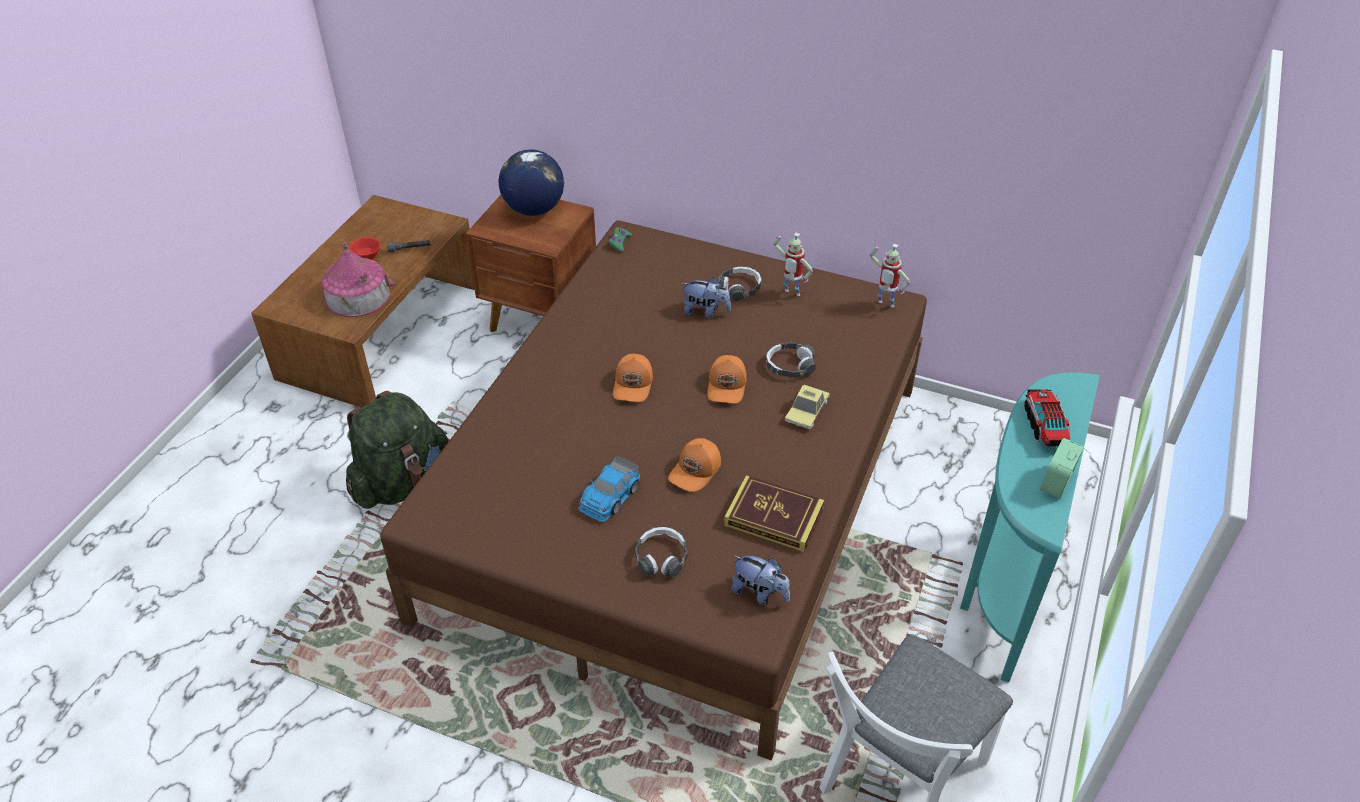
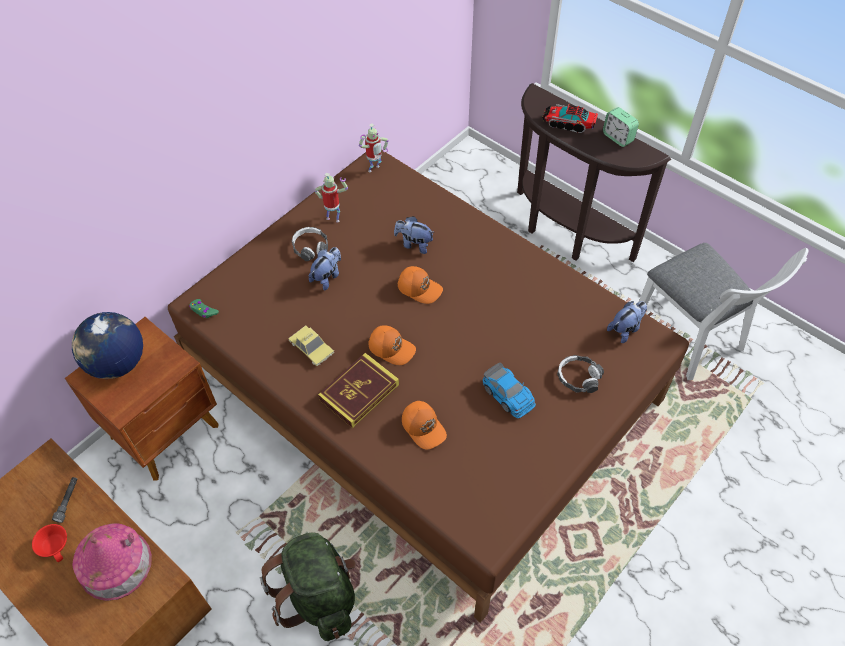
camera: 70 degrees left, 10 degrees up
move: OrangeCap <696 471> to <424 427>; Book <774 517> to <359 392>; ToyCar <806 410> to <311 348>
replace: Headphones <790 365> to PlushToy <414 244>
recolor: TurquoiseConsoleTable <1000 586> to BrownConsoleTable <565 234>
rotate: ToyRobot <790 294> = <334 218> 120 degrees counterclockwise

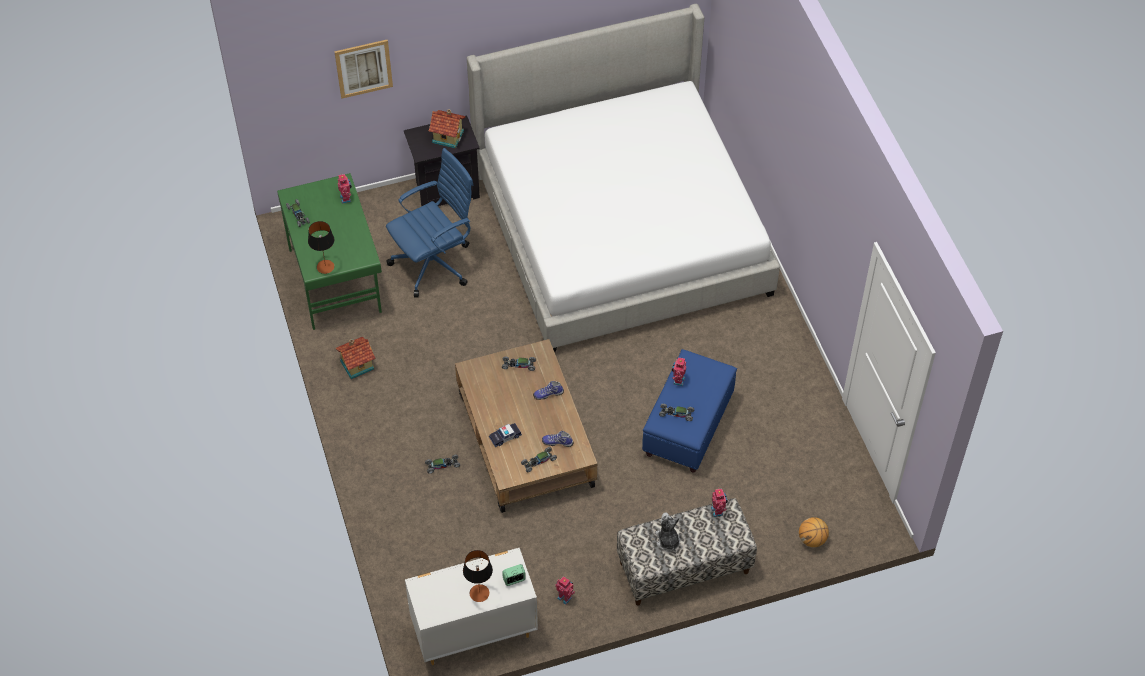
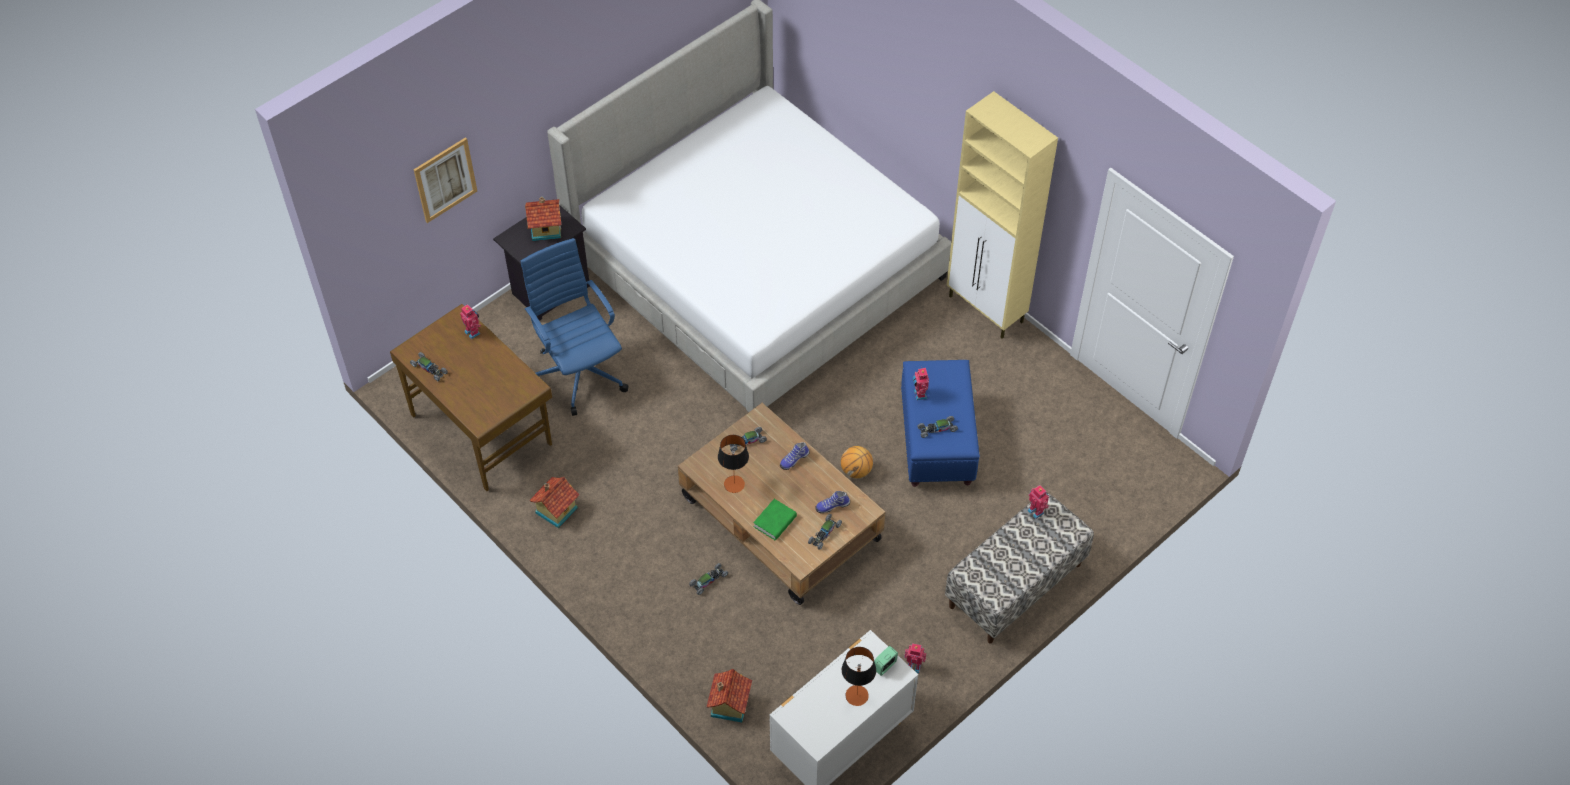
camera: 25 degrees left, 0 degrees up
delete: PlushToy <667 540>
insert: ToyHouse <728 705>; BeigeCabinet <986 310>
move: TableLamp <325 266> to <734 484>; Basketball <812 539> to <856 471>
replace: ToyCar <505 437> to GreenBook <775 522>
recolor: GreenDesk <335 279> to BrownDesk <481 428>
rotate: BlueOfficeChair <434 263> = <580 371> 60 degrees counterclockwise

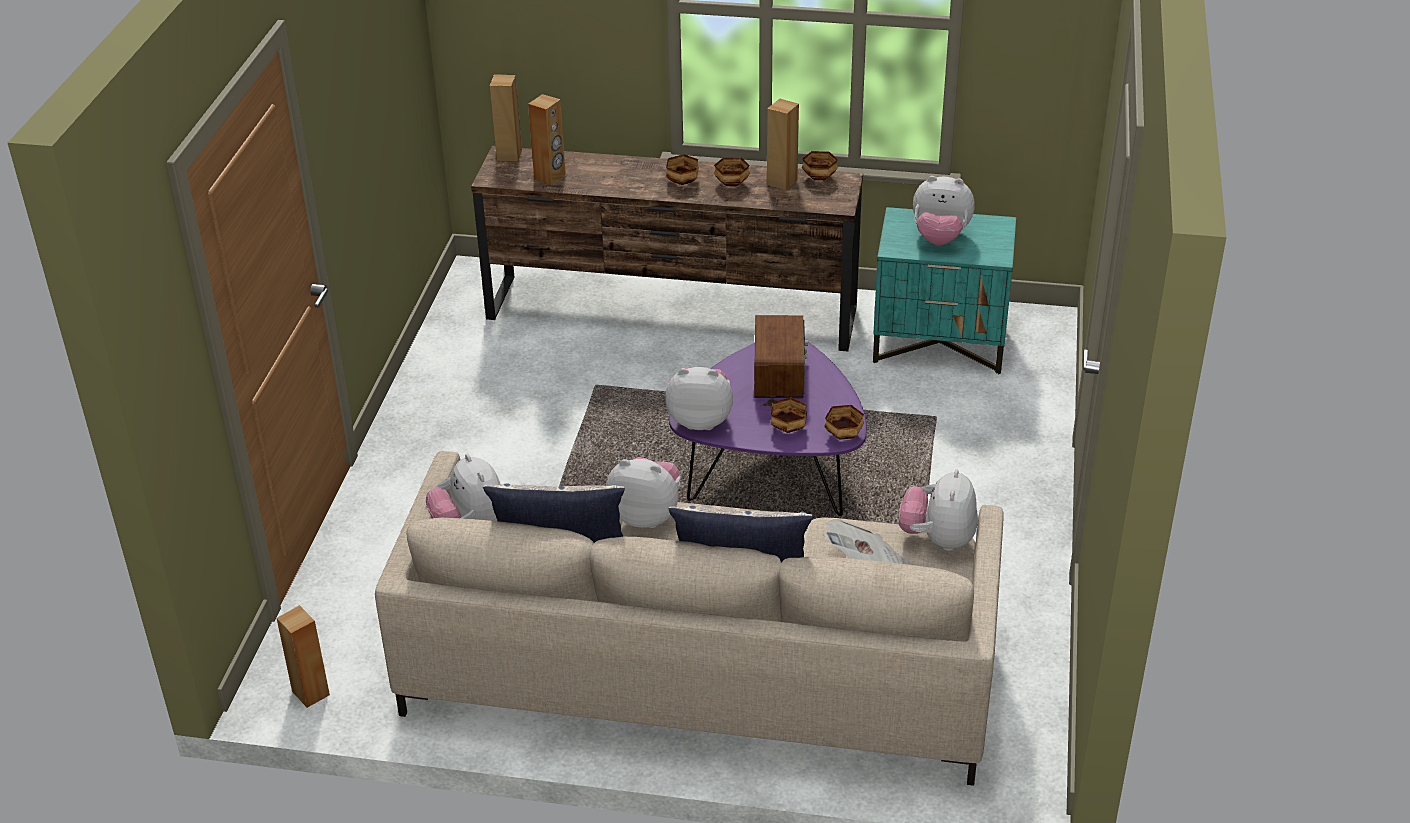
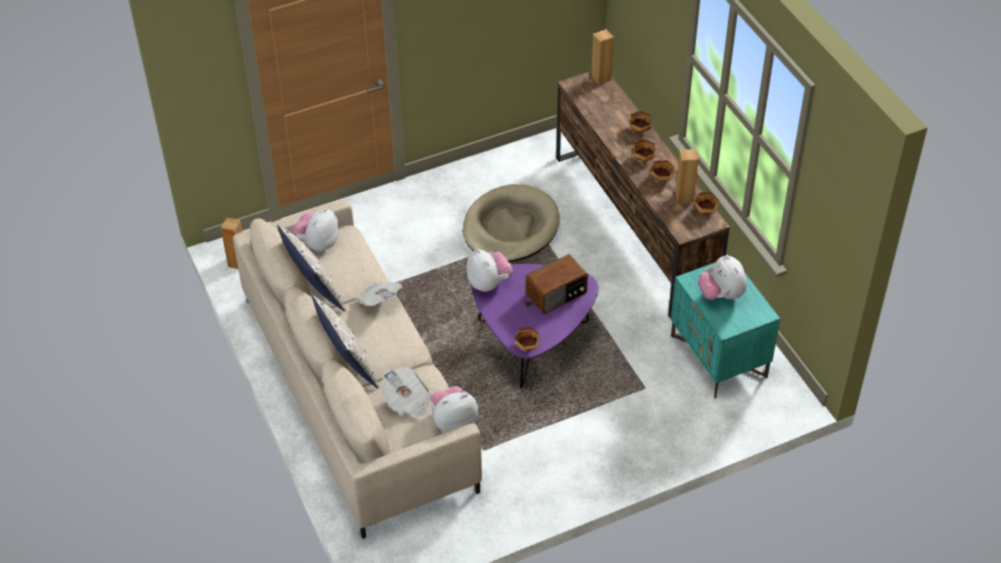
camera: 55 degrees right, 10 degrees up
delete: BrownSpeaker <550 177>
insert: BeigeDogBed <510 228>
move: Bowl <789 428> to <639 129>
replace: PlushToy <646 515> to Newspaper <379 300>

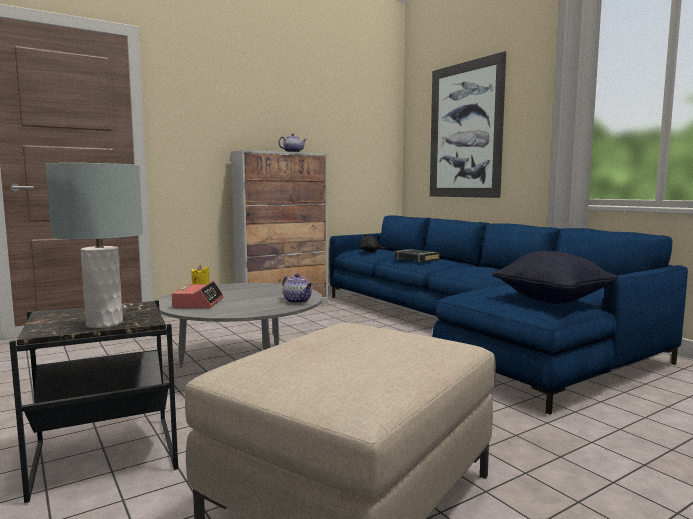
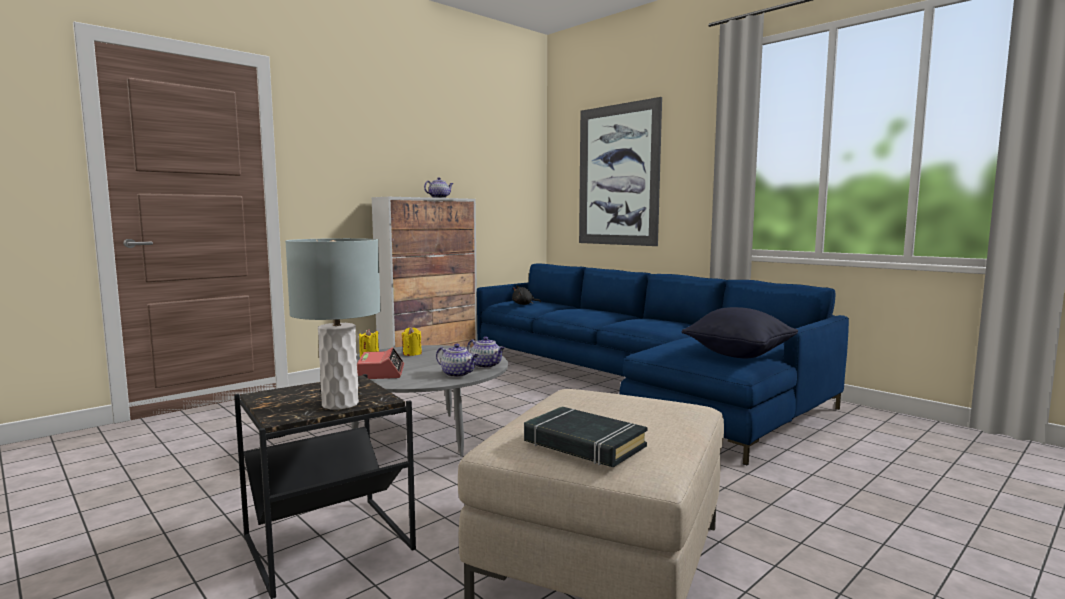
camera: 10 degrees left, 0 degrees up
insert: YellowCandle <412 353>; Teapot <458 374>
move: BlackBook <416 259> to <583 444>

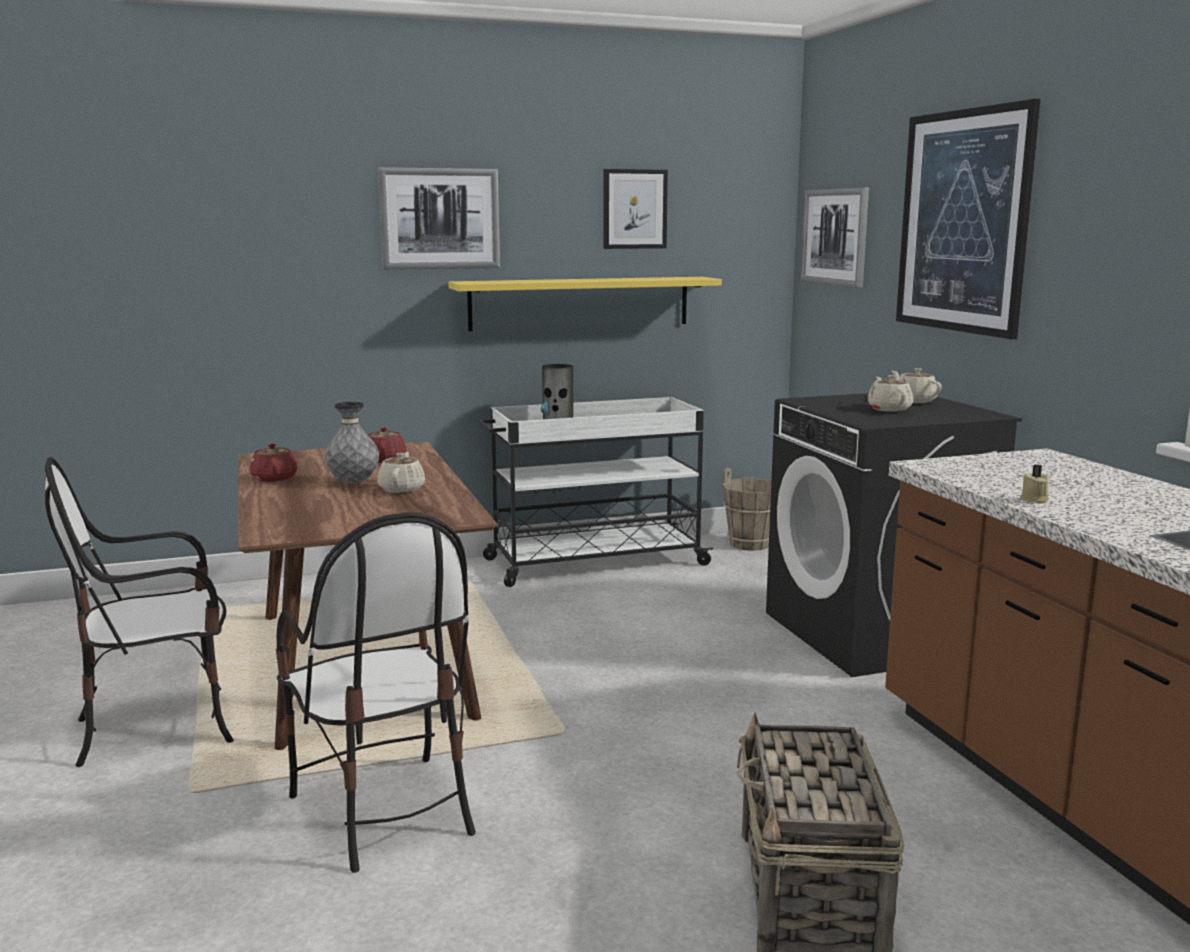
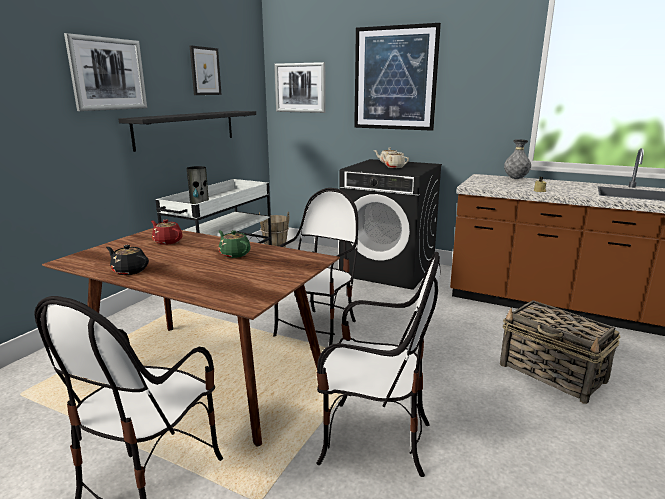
camera: 45 degrees left, 5 degrees up
insert: Chair <318 330>
move: GreyVase <353 483> to <515 179>
recolor: RedTeapot <274 478> to BlackTeapot <129 270>; BeigeTeapot <402 489> to GreenTeapot <234 254>; YellowShelf <580 303> to BlackShelf <186 129>

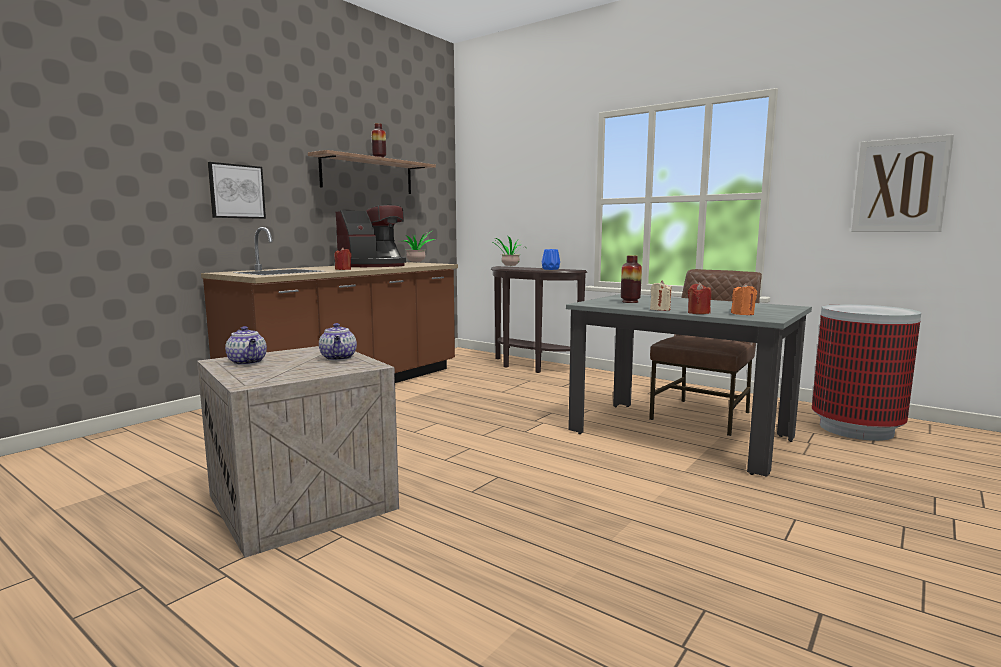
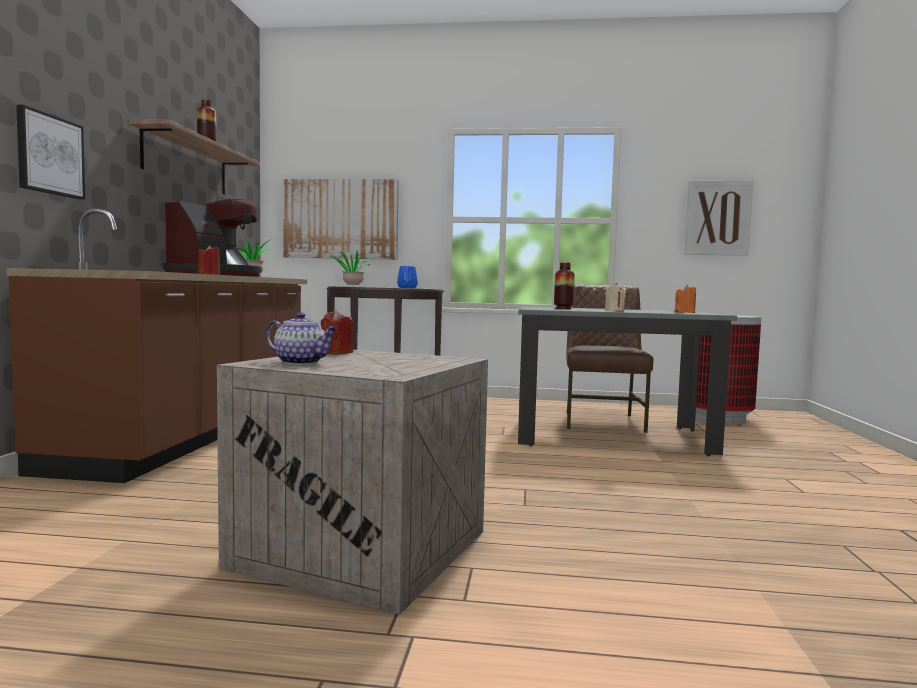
camera: 30 degrees left, 5 degrees down
delete: Teapot <339 358>
insert: Picture <340 219>
move: RedCandle <698 313> to <337 353>

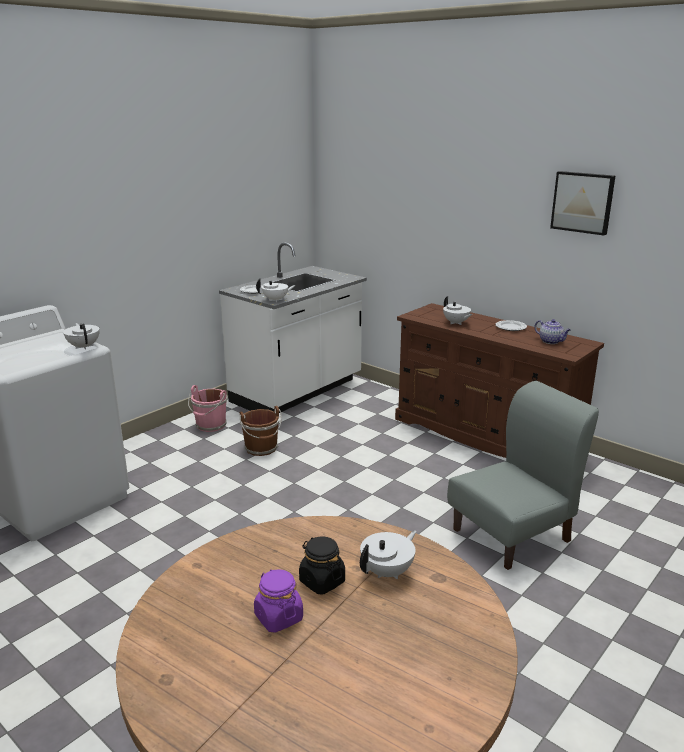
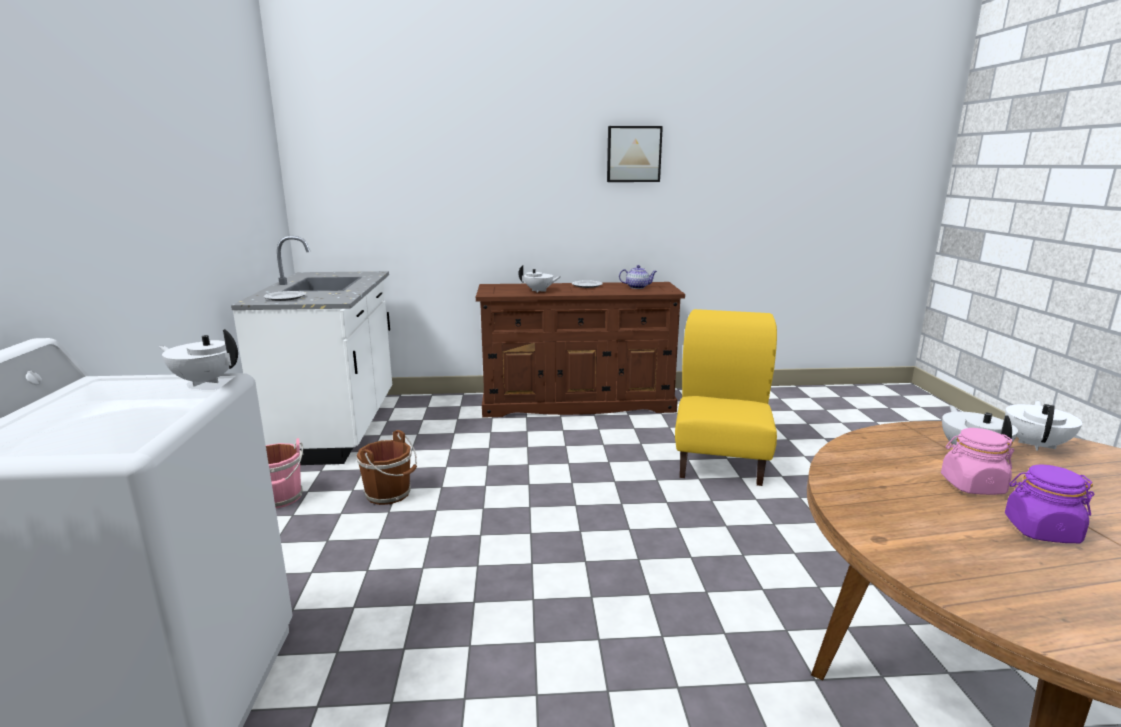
camera: 45 degrees left, 5 degrees down
move: WhiteTeapot <276 300> to <1036 445>
recolor: BlackJar <322 581> to PinkJar <972 485>; GreyChair <512 535> to YellowChair <721 461>

